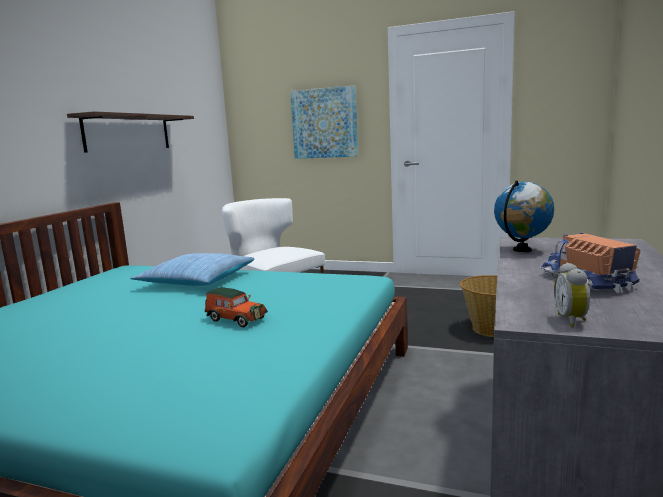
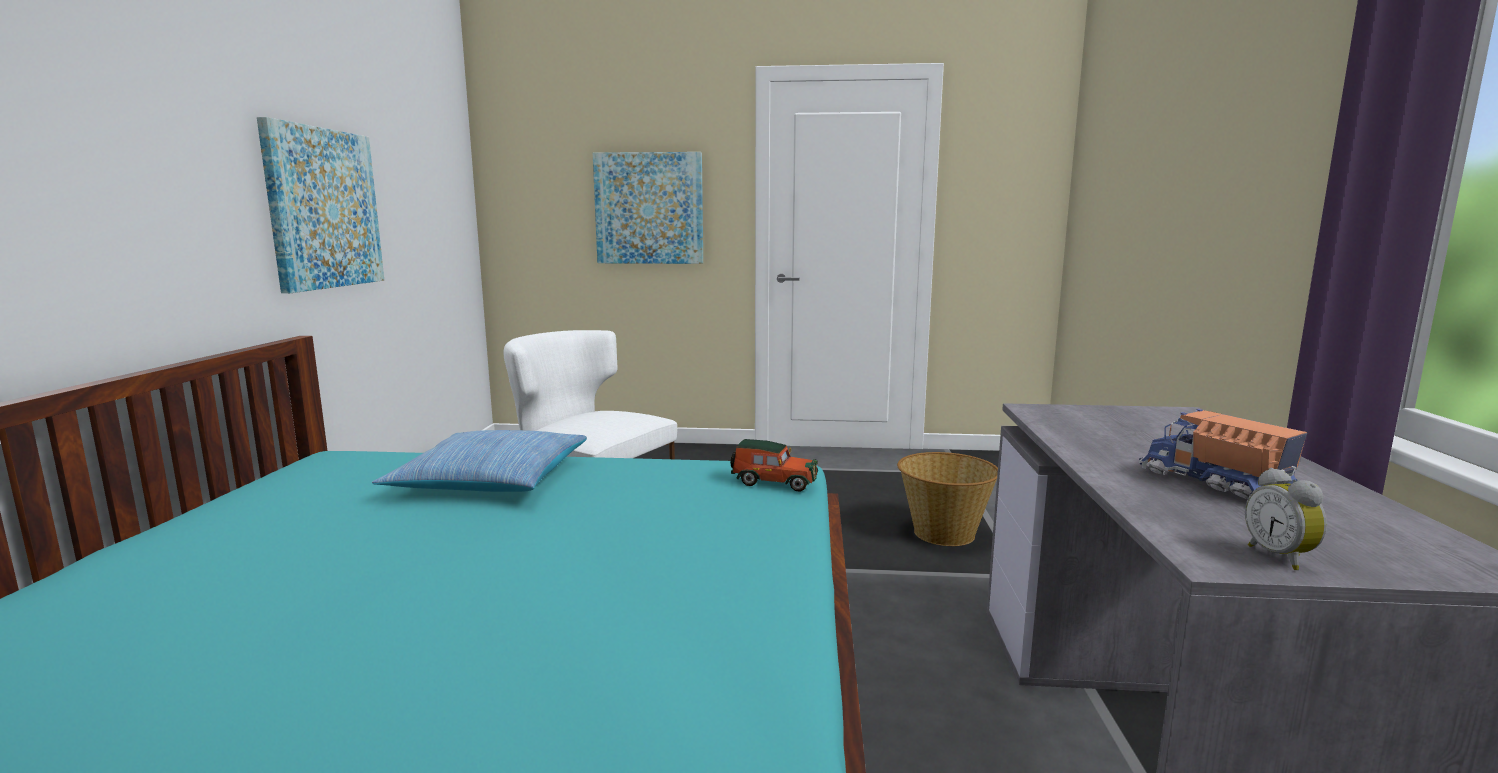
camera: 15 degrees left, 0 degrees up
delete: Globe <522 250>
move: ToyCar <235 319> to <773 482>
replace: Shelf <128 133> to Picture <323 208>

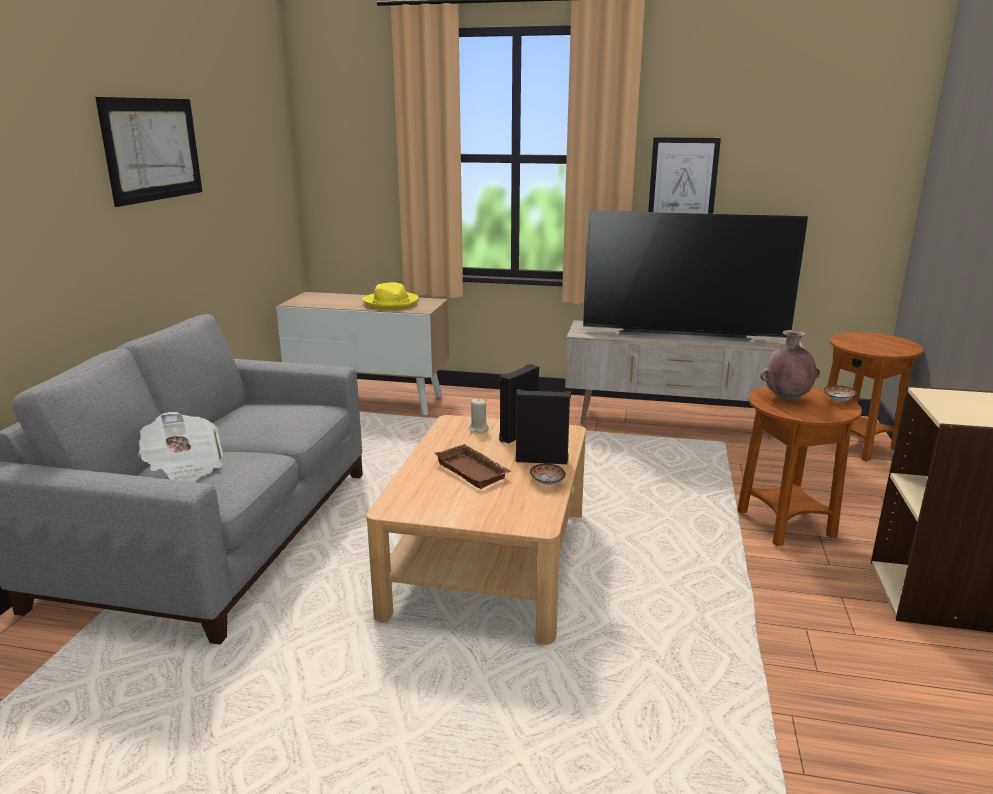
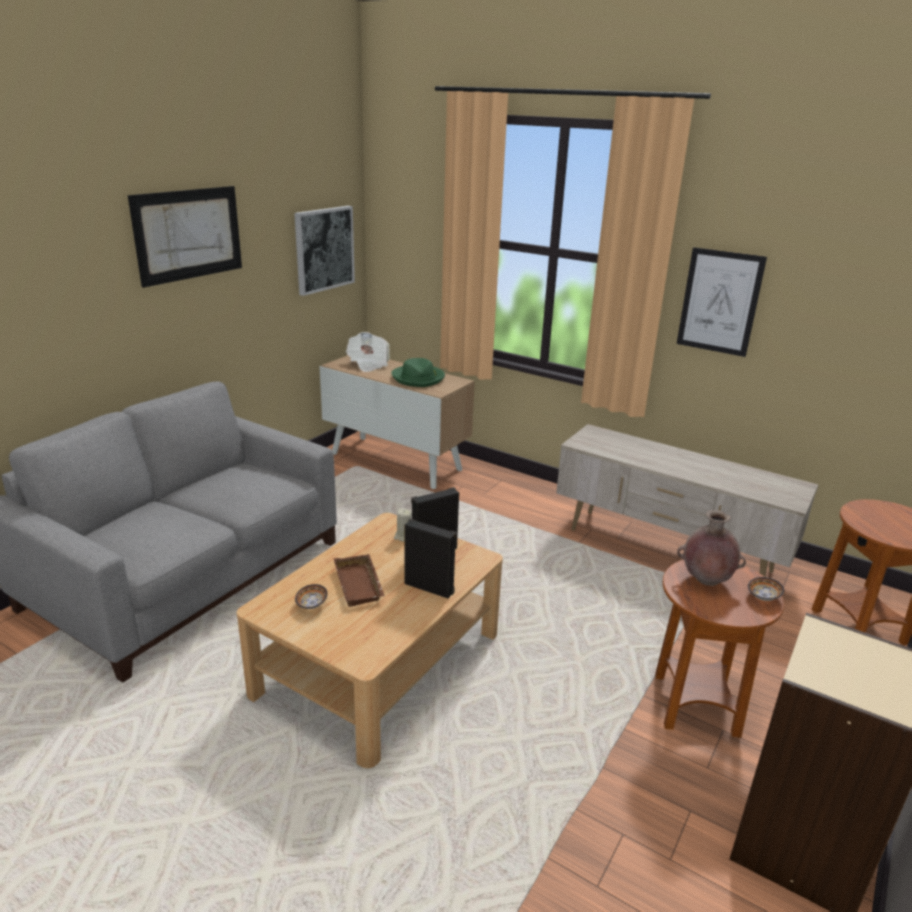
camera: 20 degrees right, 5 degrees up
delete: Television <683 334>
insert: Picture <324 249>
move: Newspaper <184 468> to <368 364>; Bowl <547 483> to <311 604>
recolor: YellowHat <391 303> to GreenHat <418 378>

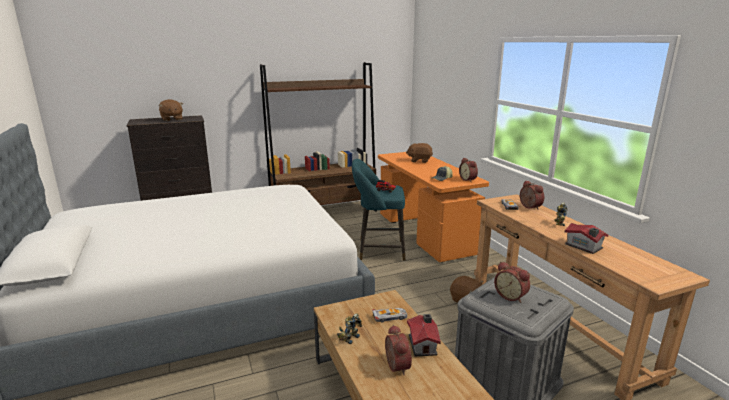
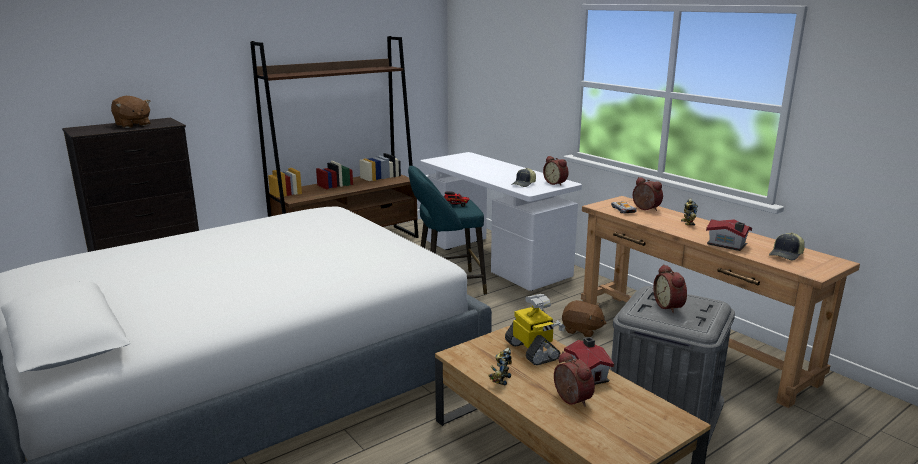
camera: 15 degrees left, 0 degrees up
delete: BrownPlushToy <419 160>
insert: Cap <786 255>
replace: ToyCar <389 317> to ToyRobot <533 351>
recolor: OrangeDesk <424 233> to WhiteDesk <494 258>
rotate: AlarmClock <511 296> = <670 306> 45 degrees clockwise

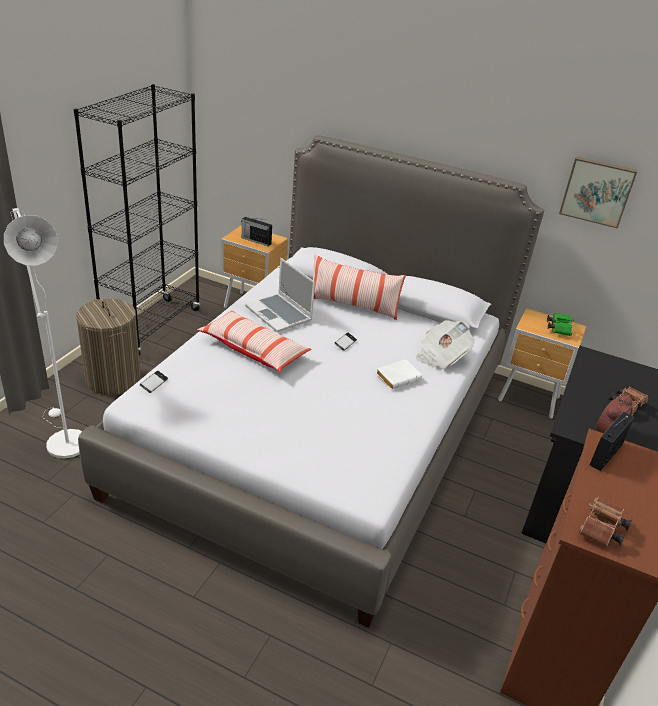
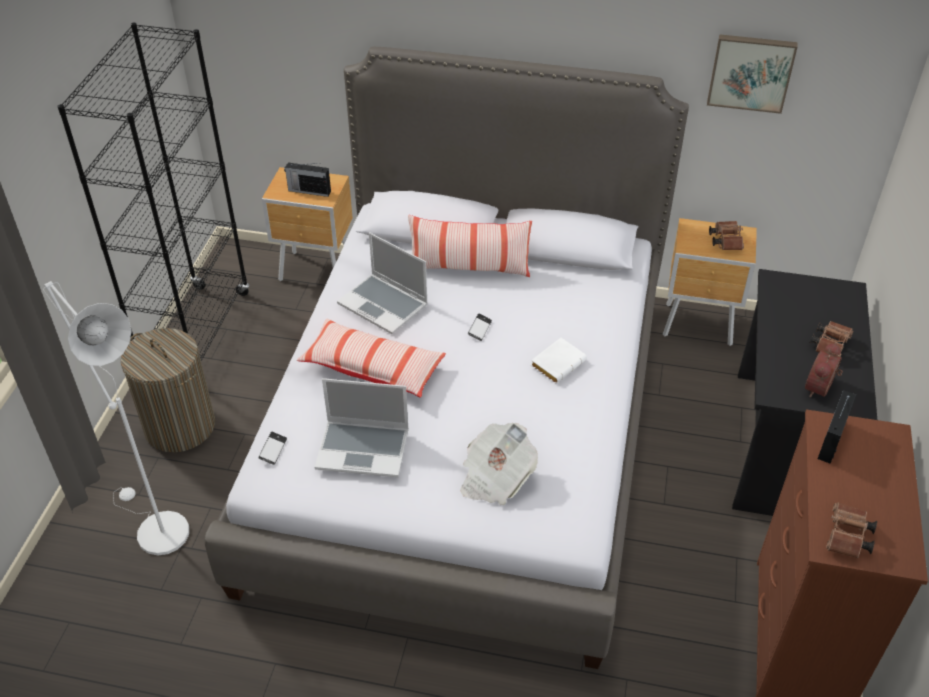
camera: 10 degrees left, 10 degrees up
insert: Laptop <364 449>
move: Newspaper <441 356> to <495 477>
recolor: GreenBinoculars <558 328> to BrownBinoculars <725 241>

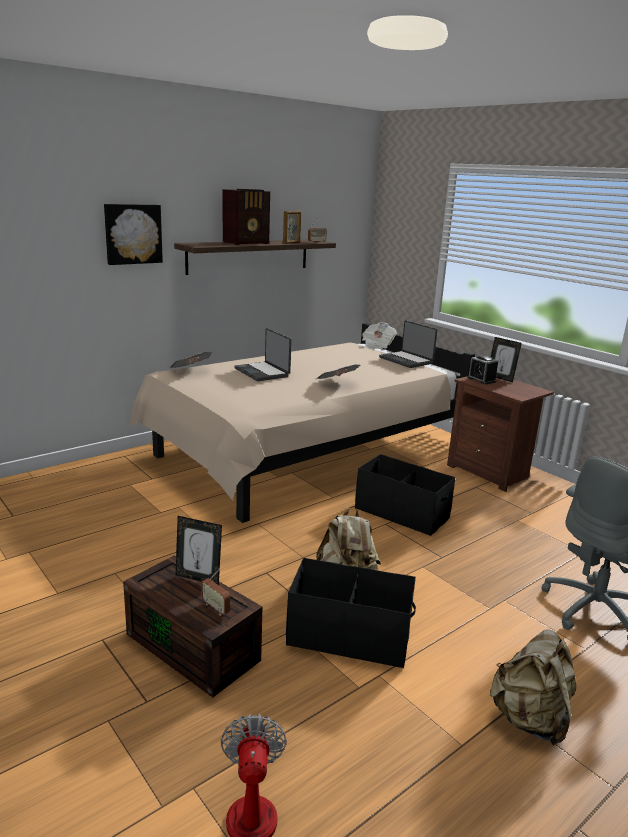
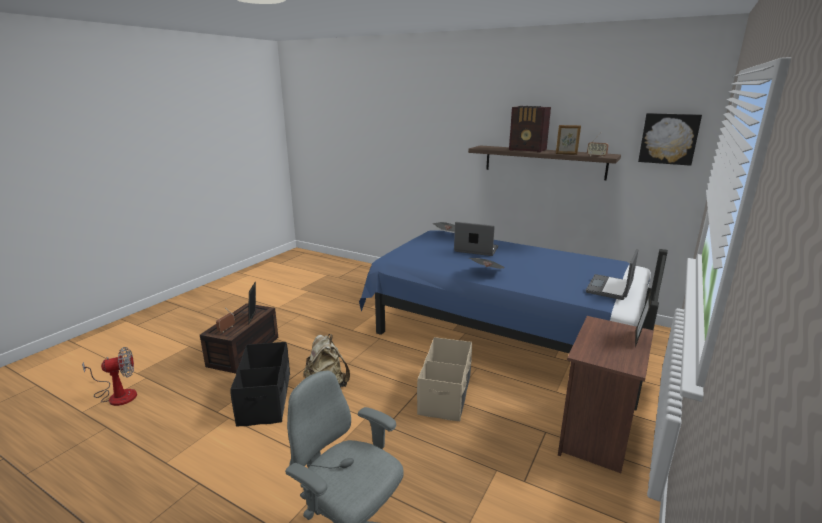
camera: 70 degrees right, 0 degrees up
delete: Newspaper <377 346>; AlarmClock <481 380>; BeigeBackpack <530 719>
move: Picture <133 234> to <668 138>
recolor: BeigeBed <304 454> to BlueBed <503 331>; BlackStorageBox <402 513> to BeigeStorageBox <446 394>
rotate: Laptop <263 372> = <475 250> 75 degrees clockwise

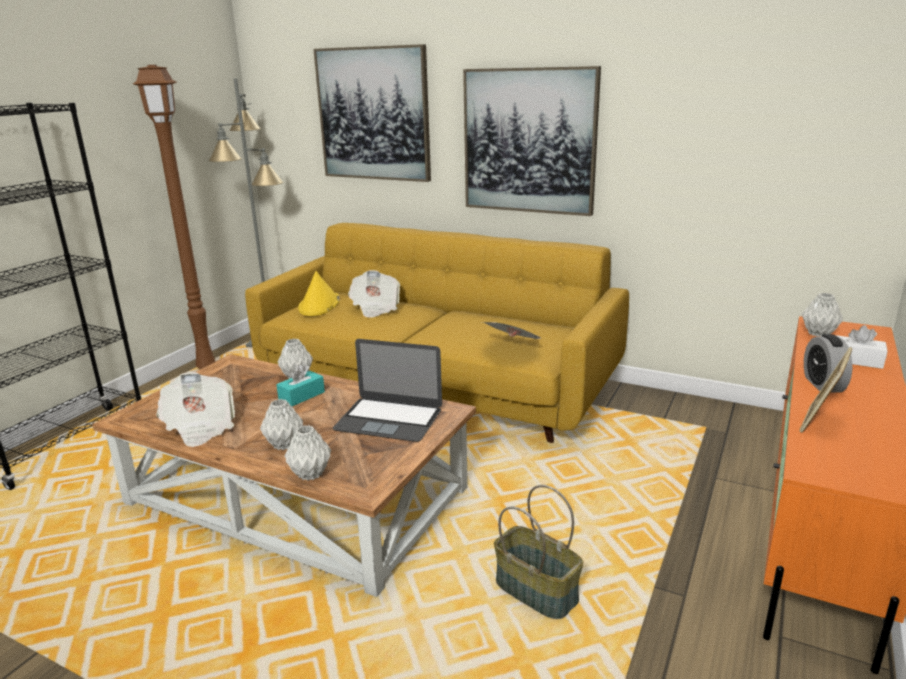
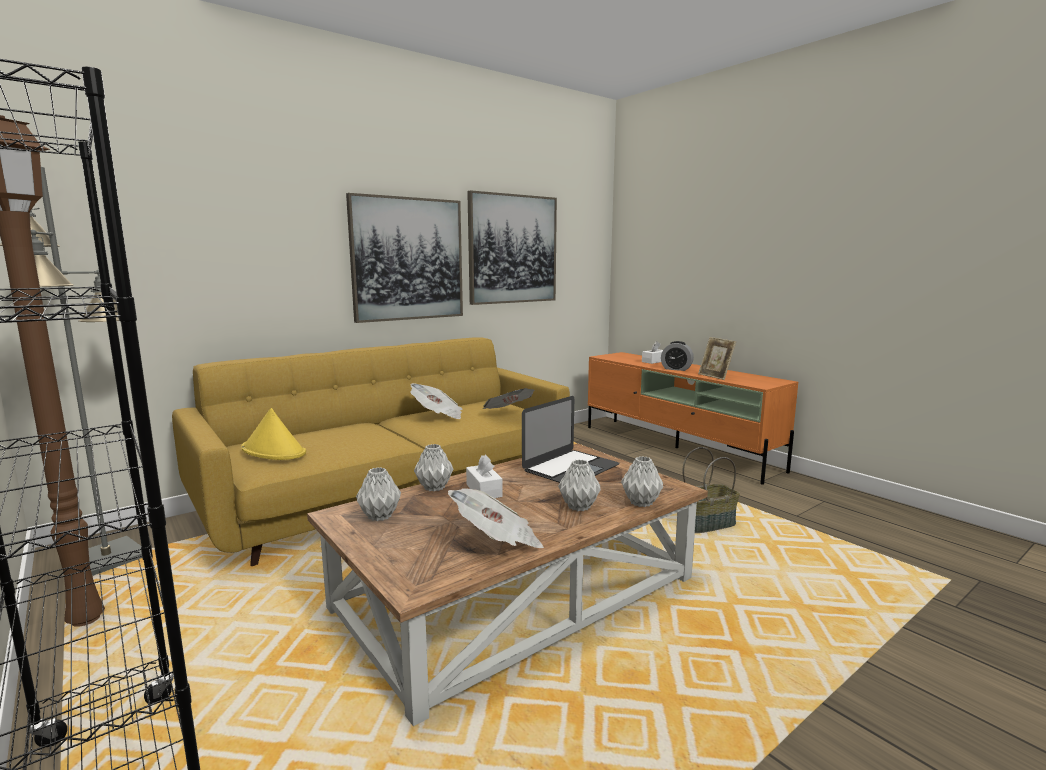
camera: 65 degrees left, 10 degrees down
move: Picture <374 114> to <512 249>; Newspaper <375 308> to <438 415>; GreyVase <818 333> to <379 516>
recolor: TurquoiseTissueBox <301 396> to WhiteTissueBox <484 490>

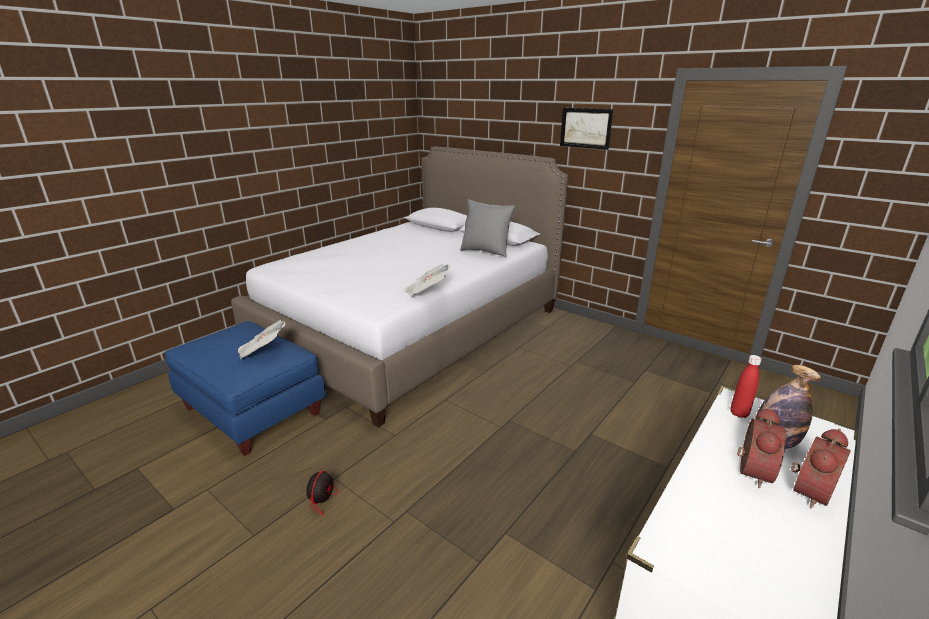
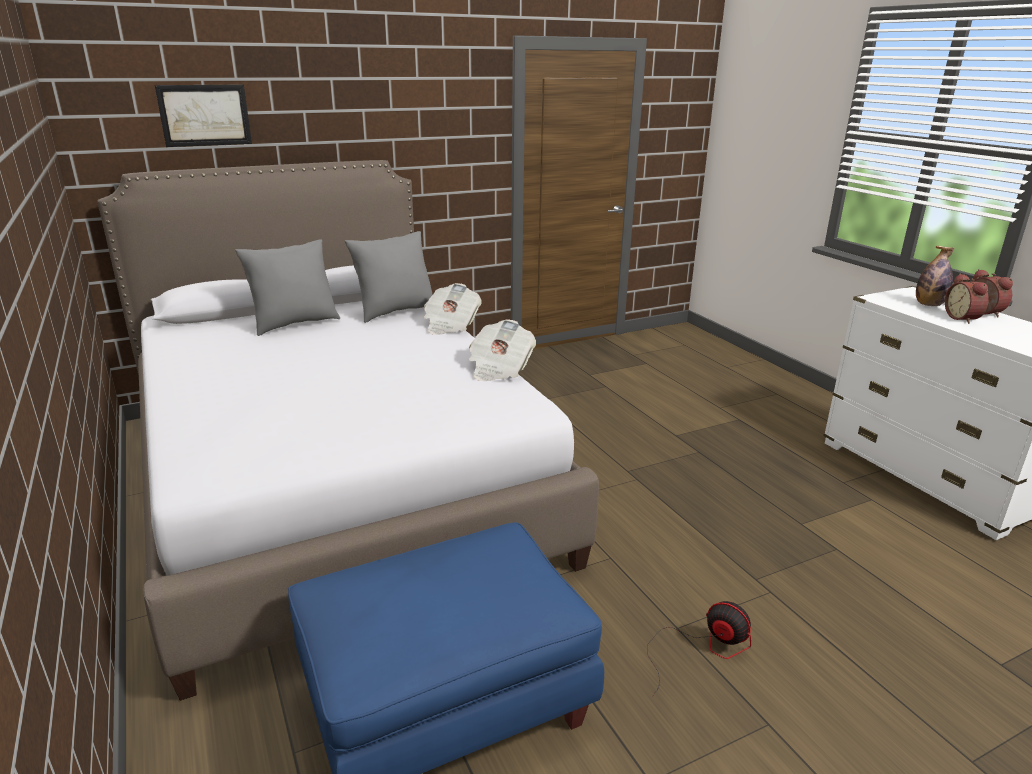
camera: 65 degrees left, 0 degrees up
delete: RedBottle <739 413>
insert: GreyPillow <294 324>
move: Newspaper <262 351> to <450 325>; Picture <585 128> to <205 115>
rotate: AlarmClock <750 470> = <963 318> 150 degrees counterclockwise

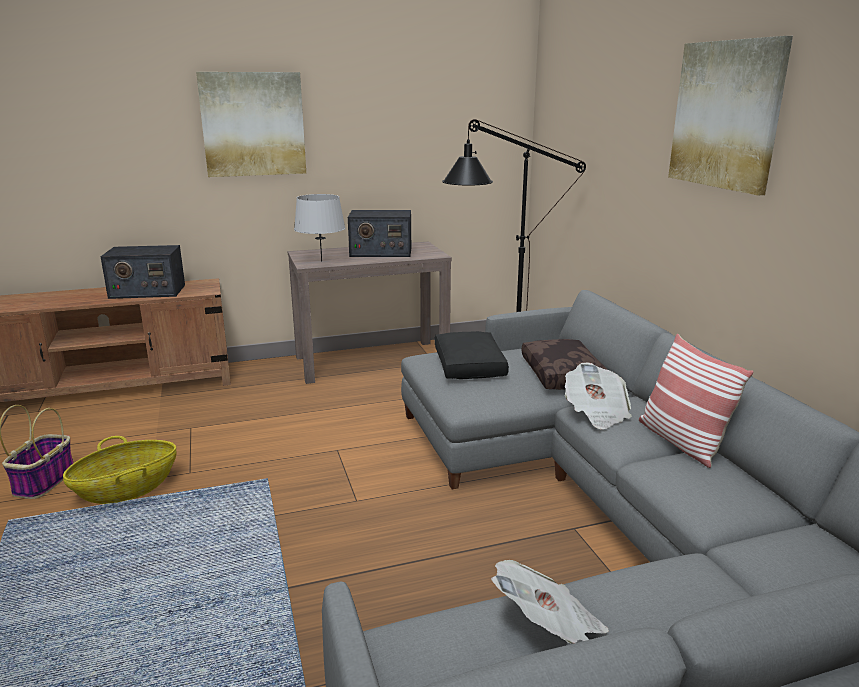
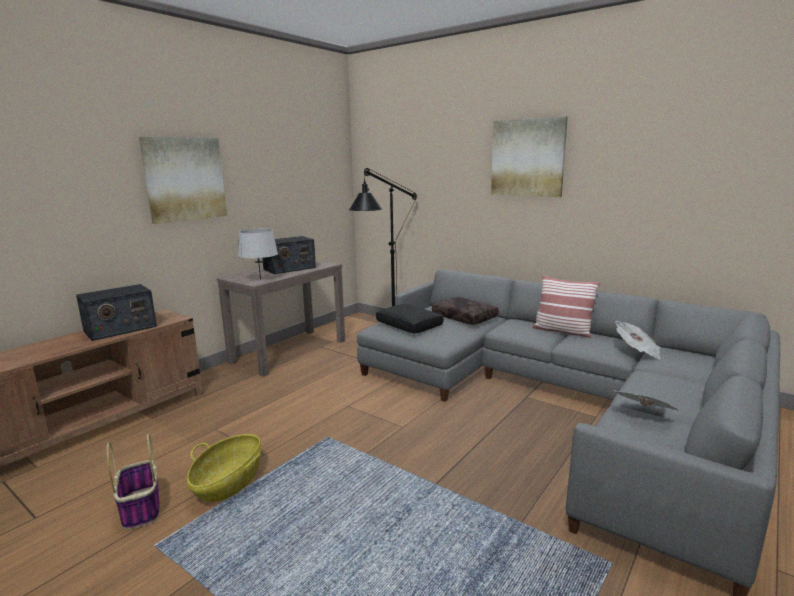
camera: 35 degrees left, 5 degrees down
move: Newspaper <596 413> to <637 351>

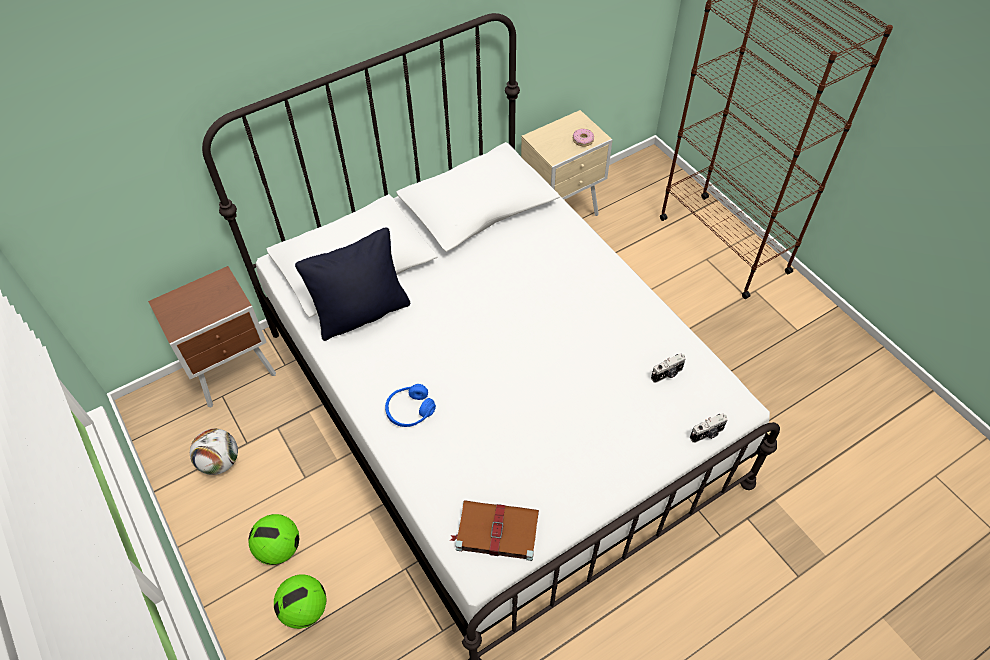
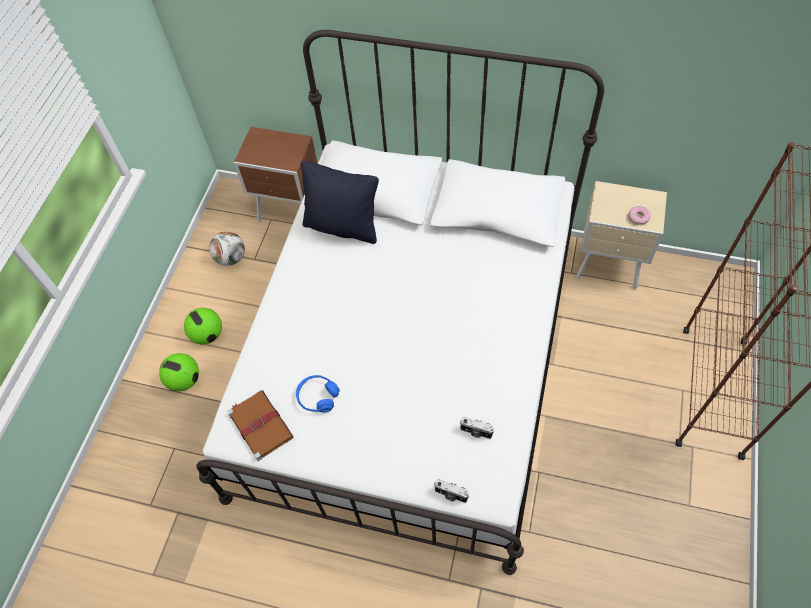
camera: 50 degrees right, 5 degrees up
move: BlueHeadphones <410 410> to <318 397>

